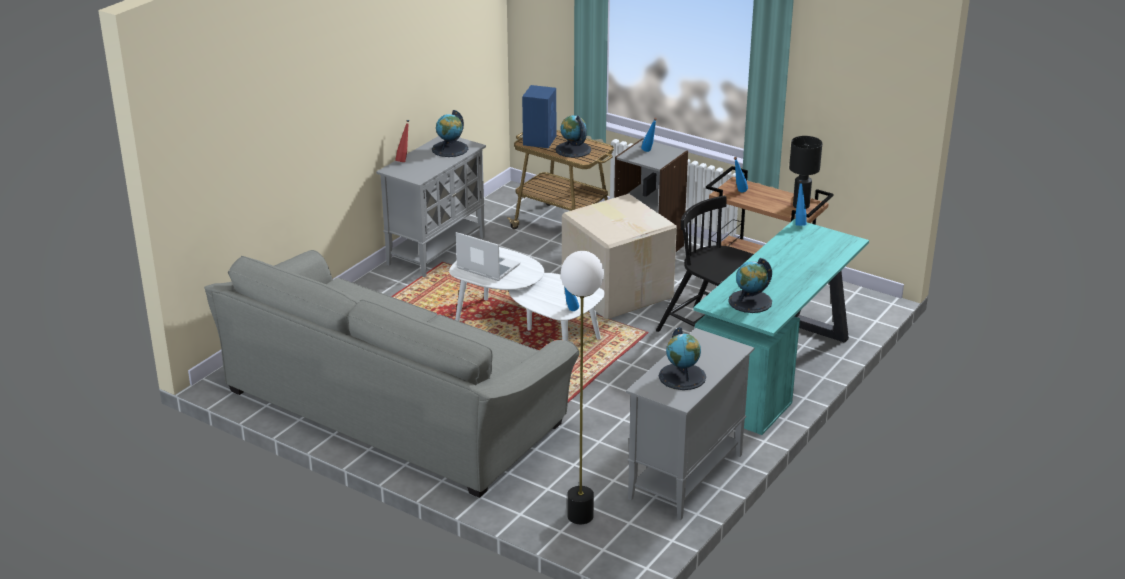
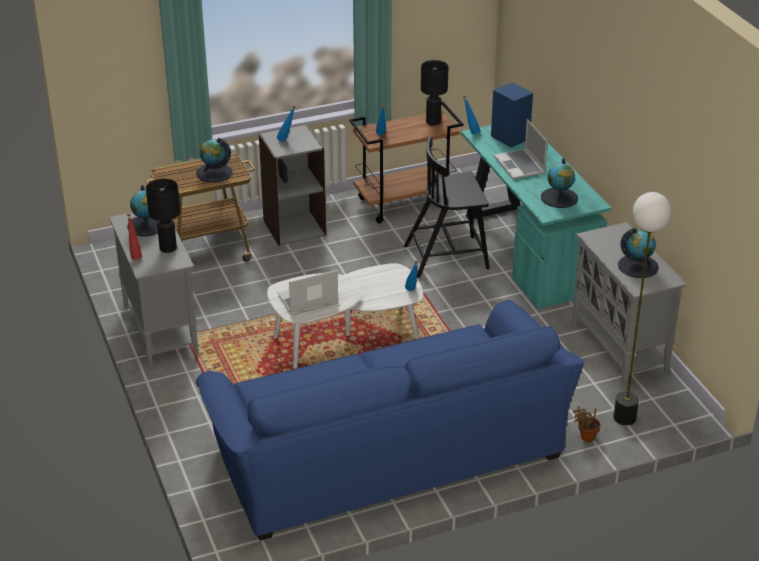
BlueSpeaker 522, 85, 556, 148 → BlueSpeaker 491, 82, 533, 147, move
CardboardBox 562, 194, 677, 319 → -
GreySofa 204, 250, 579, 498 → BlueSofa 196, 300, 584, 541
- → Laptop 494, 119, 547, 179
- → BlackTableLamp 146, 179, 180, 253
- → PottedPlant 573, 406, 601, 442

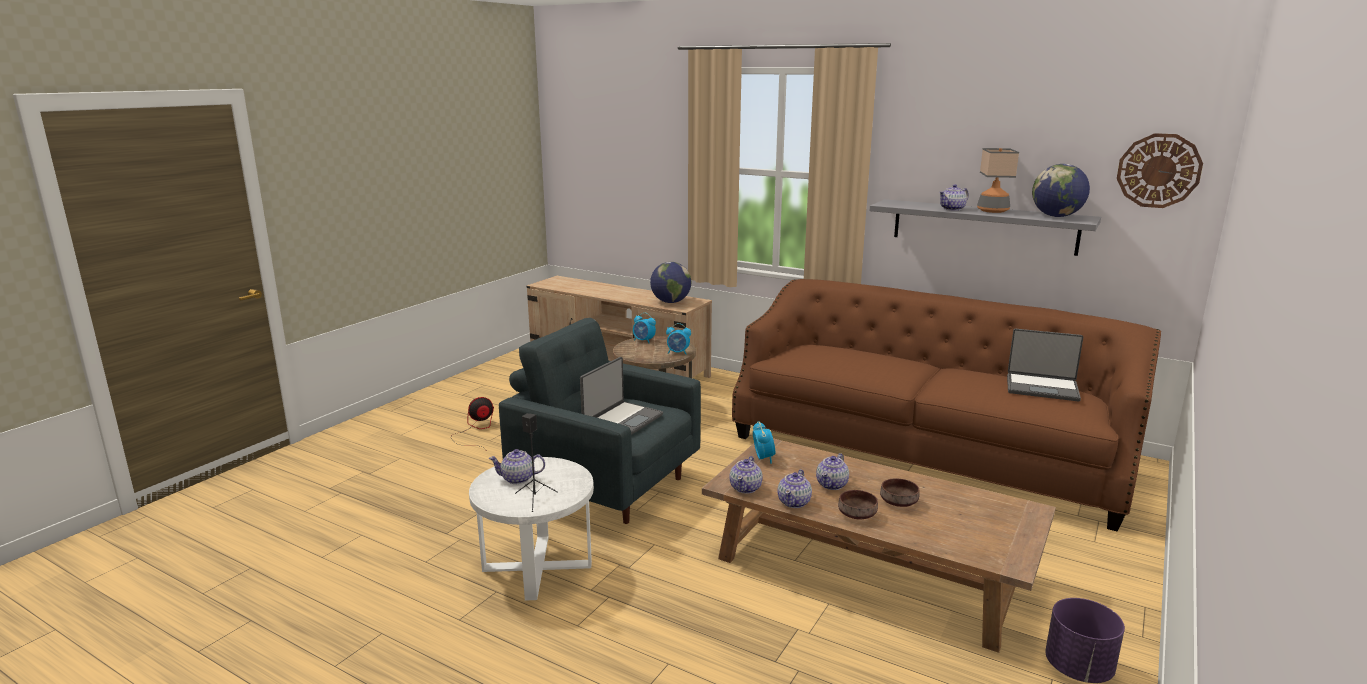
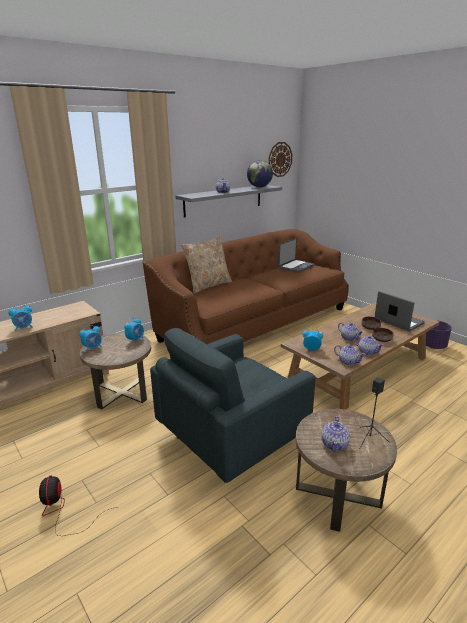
TableLamp 977, 148, 1019, 213 → -
Globe 650, 262, 691, 303 → -
Laptop 580, 357, 663, 435 → Laptop 375, 291, 425, 332, move
WhiteSideTable 469, 457, 594, 600 → BrownSideTable 296, 409, 397, 532
- → BeigePillow 181, 236, 232, 294
- → AlarmClock 8, 304, 33, 331

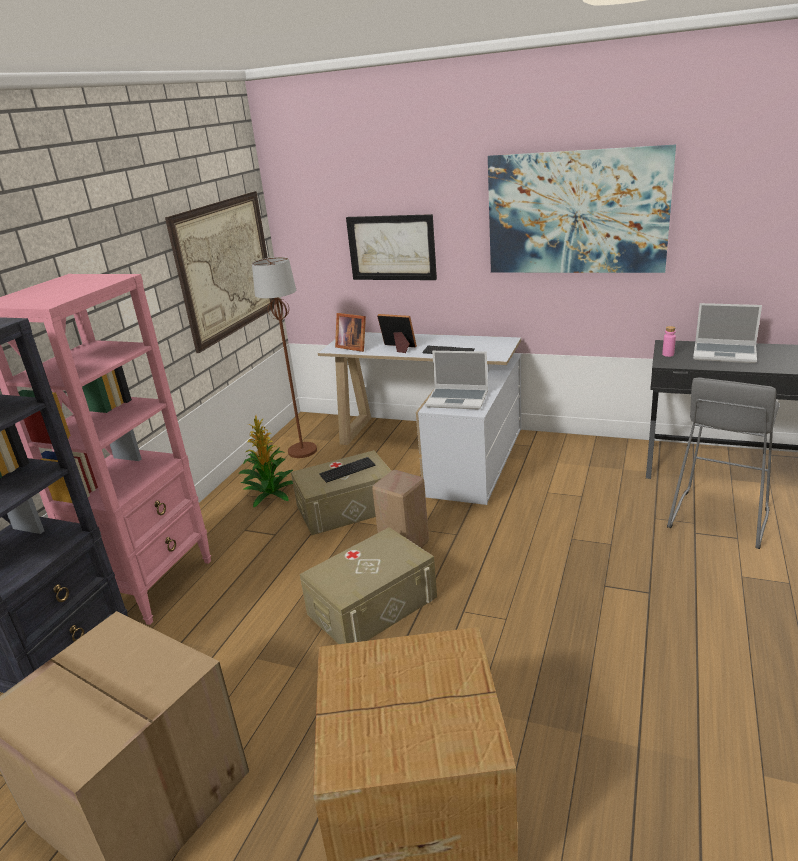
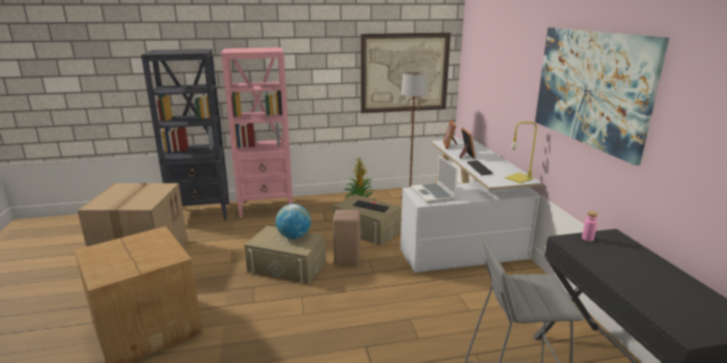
Picture 346, 214, 437, 280 → -
Laptop 693, 303, 762, 363 → -
- → YellowTableLamp 505, 122, 537, 183
- → Globe 276, 204, 311, 239

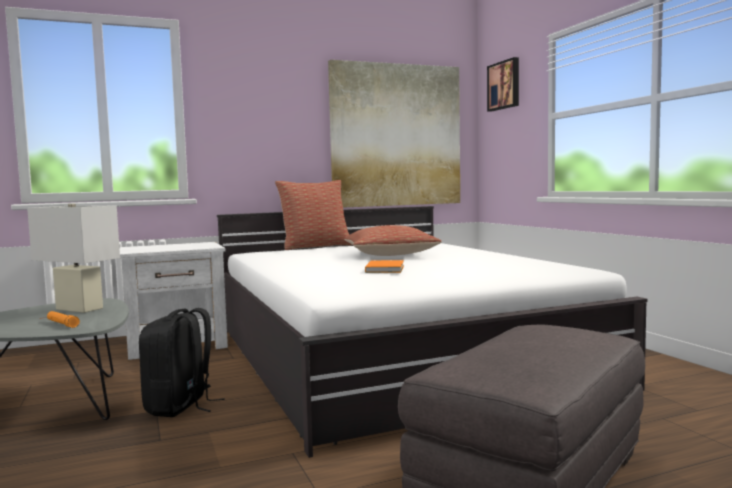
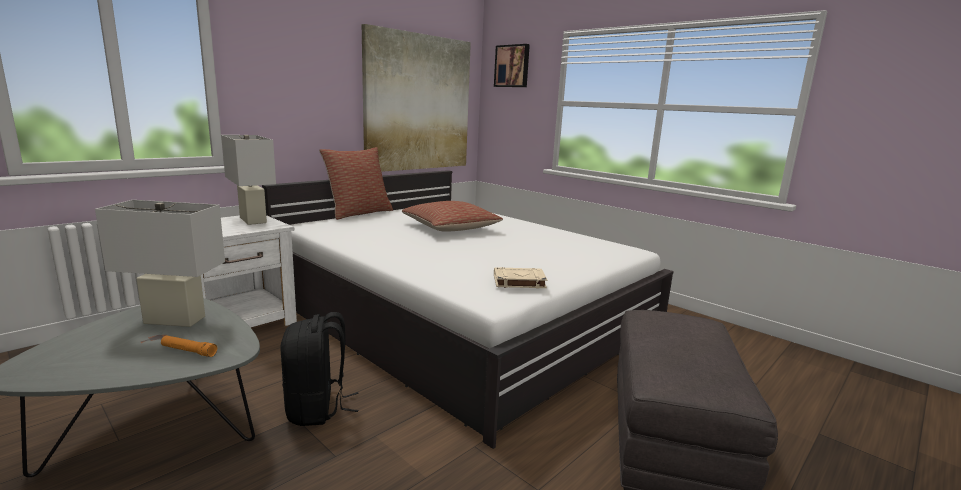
OrangeBook 365, 260, 404, 273 → -
- → WhiteTableLamp 221, 135, 276, 225
- → BeigeBook 494, 267, 547, 289

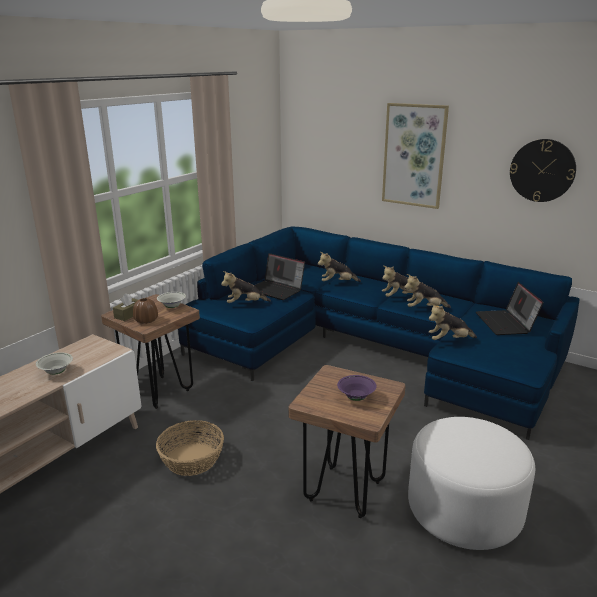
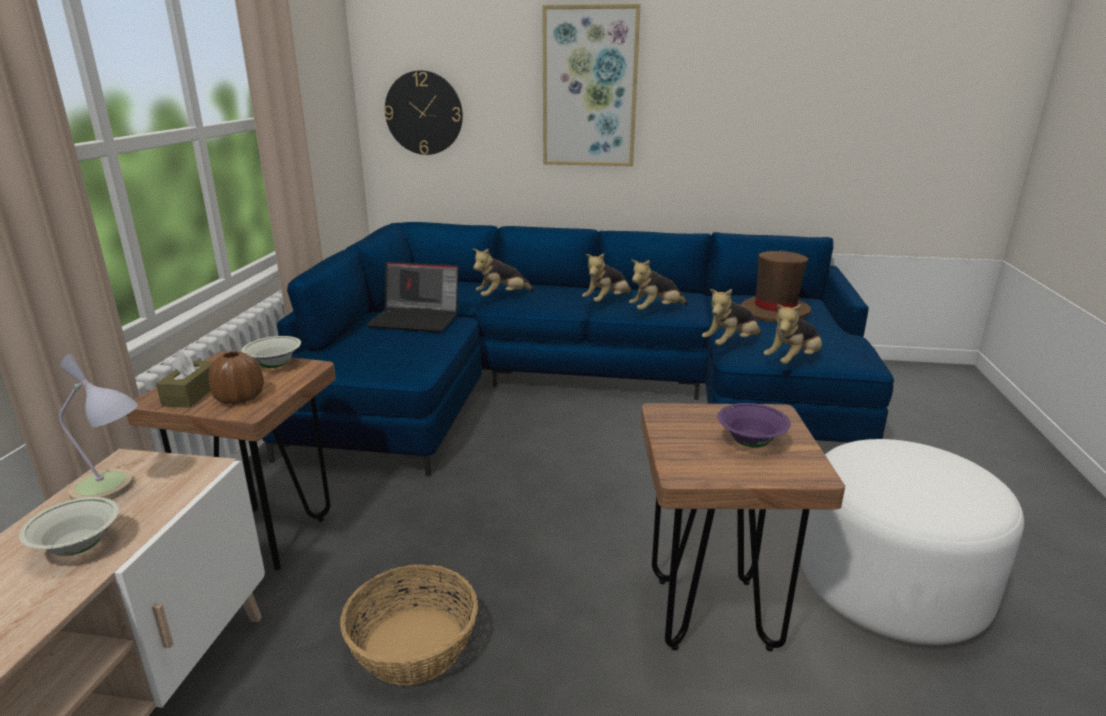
WallClock 510, 139, 576, 202 → WallClock 384, 70, 463, 155, move
PlushToy 221, 271, 271, 303 → PlushToy 764, 304, 822, 364, move
Laptop 476, 282, 544, 335 → BrownHat 741, 251, 811, 322
- → TableLamp 59, 353, 139, 500

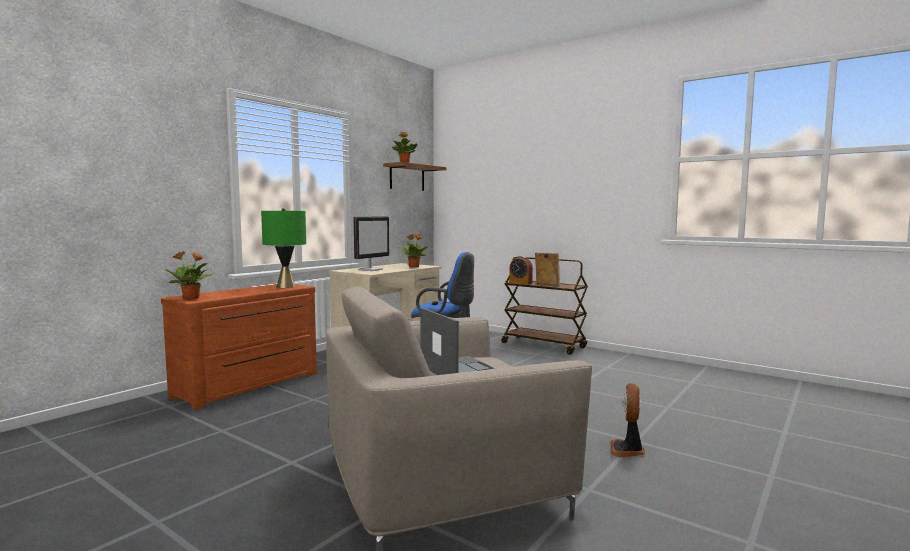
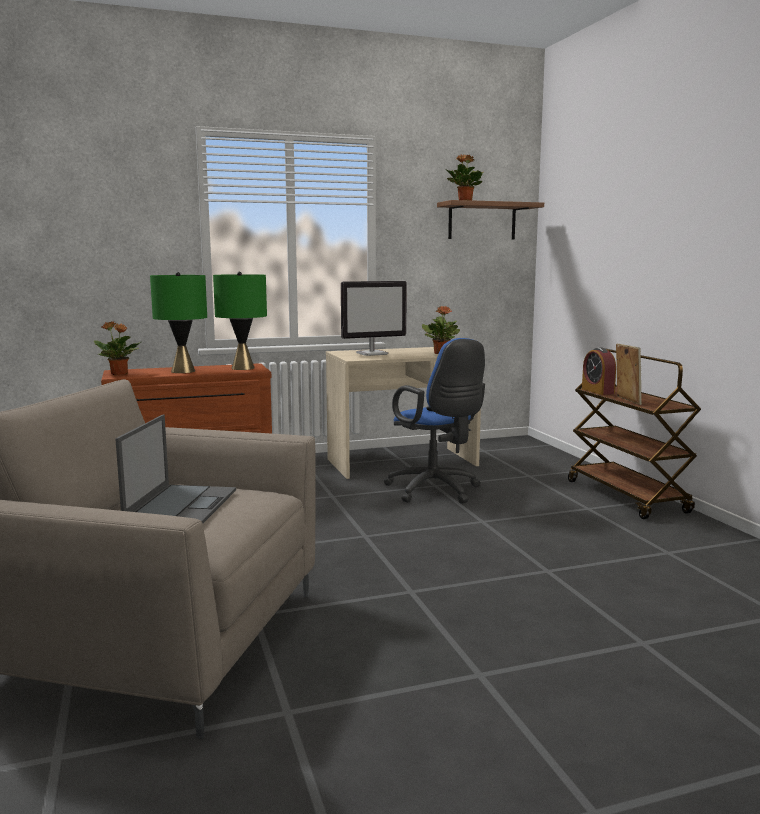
Fan 610, 383, 645, 457 → -
- → GreenTableLamp 150, 272, 207, 373

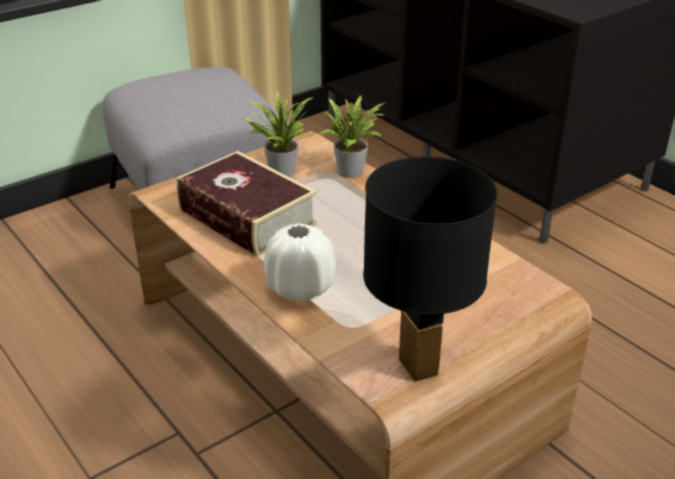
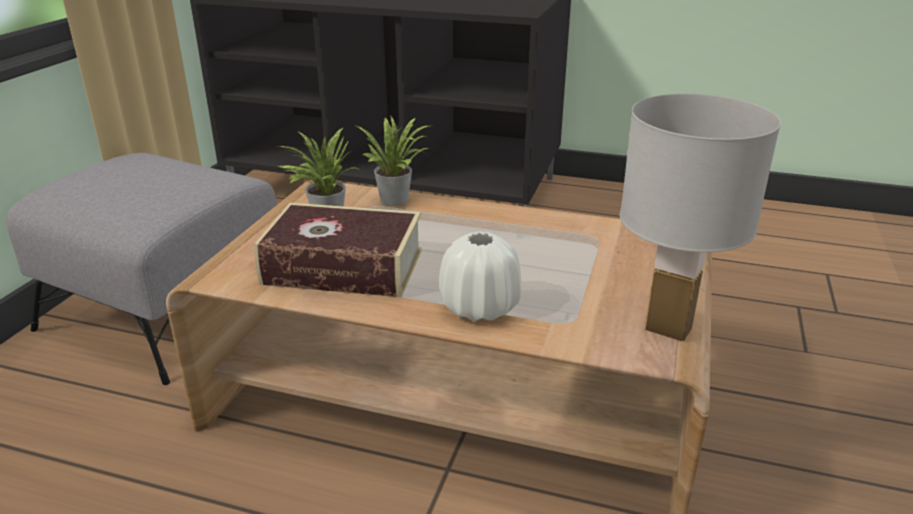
BlackTableLamp 363, 157, 498, 382 → WhiteTableLamp 620, 93, 781, 342

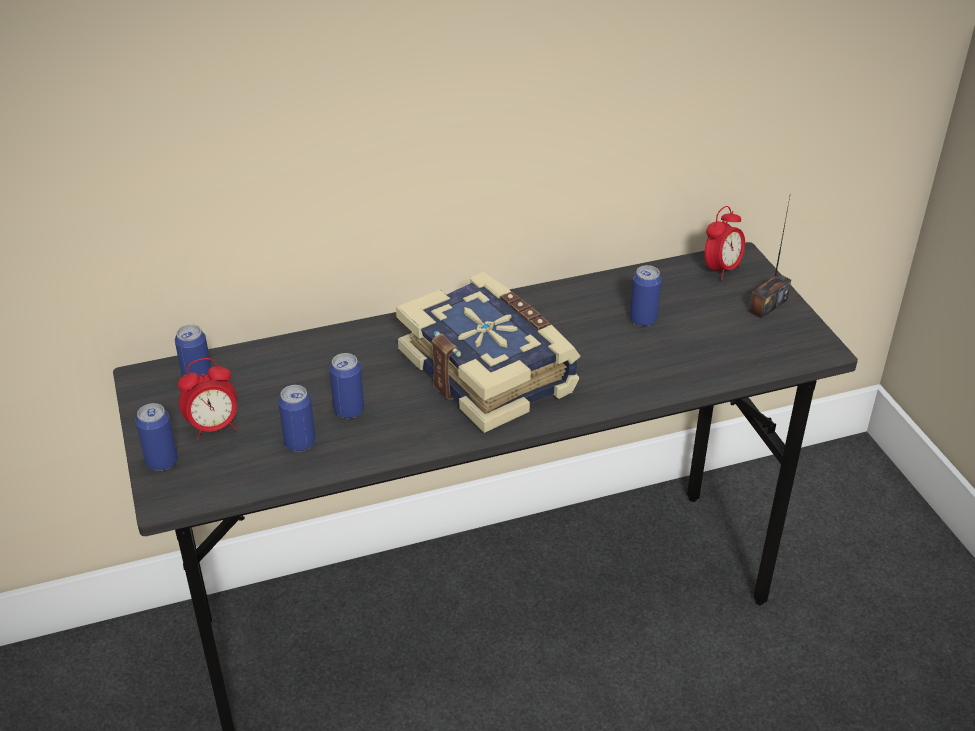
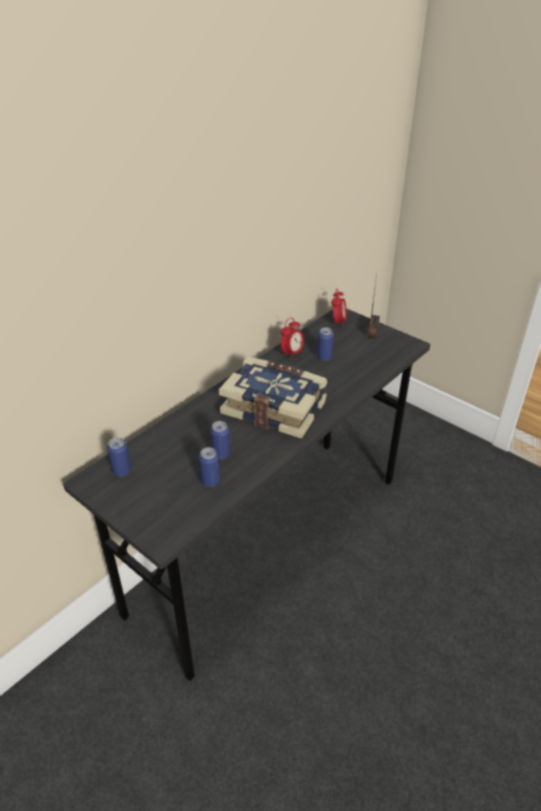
AlarmClock 178, 358, 237, 440 → AlarmClock 280, 318, 304, 360, move
Can 136, 403, 178, 471 → -

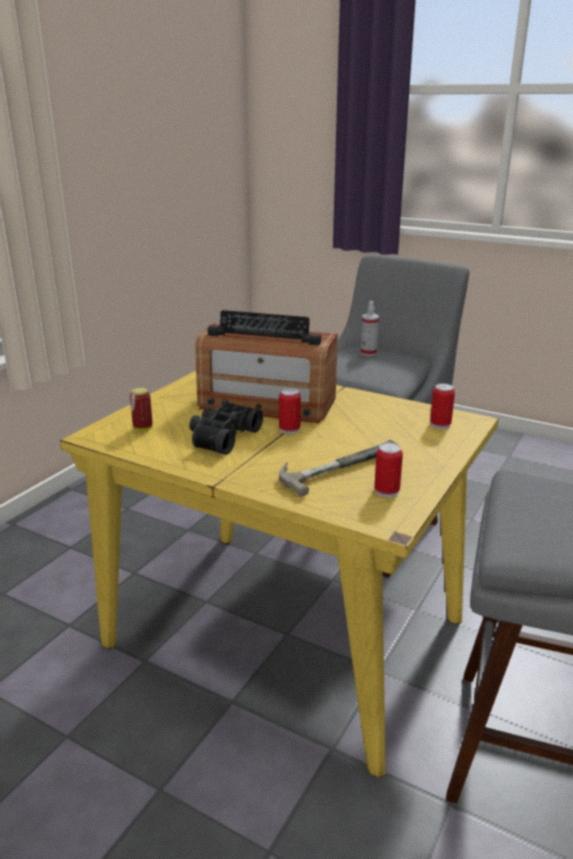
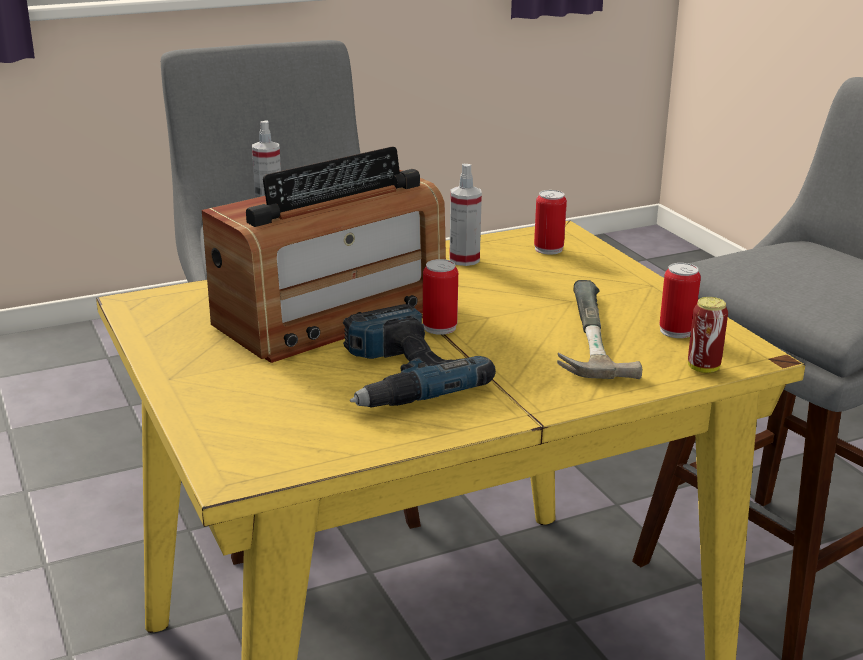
Can 130, 387, 153, 431 → Can 688, 297, 728, 373, move
BlackBinoculars 189, 402, 263, 455 → PowerDrill 343, 304, 496, 407
- → SprayBottle 449, 164, 482, 266

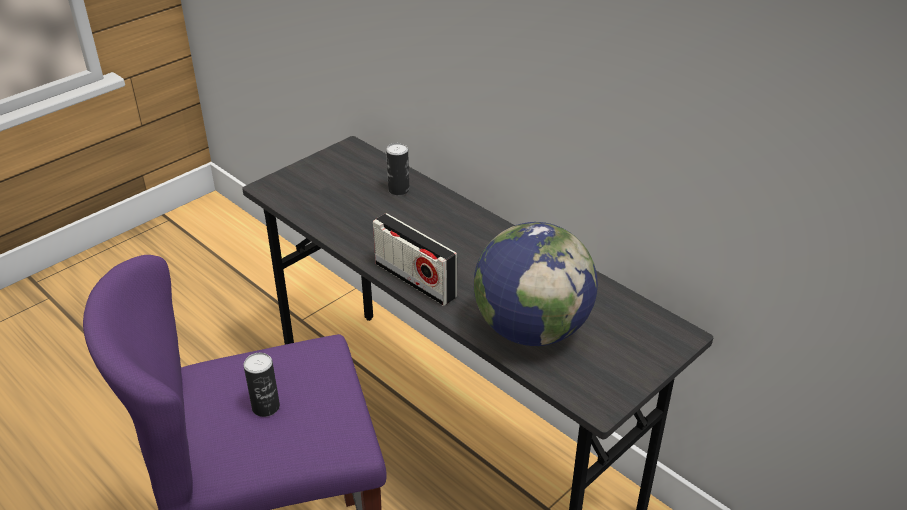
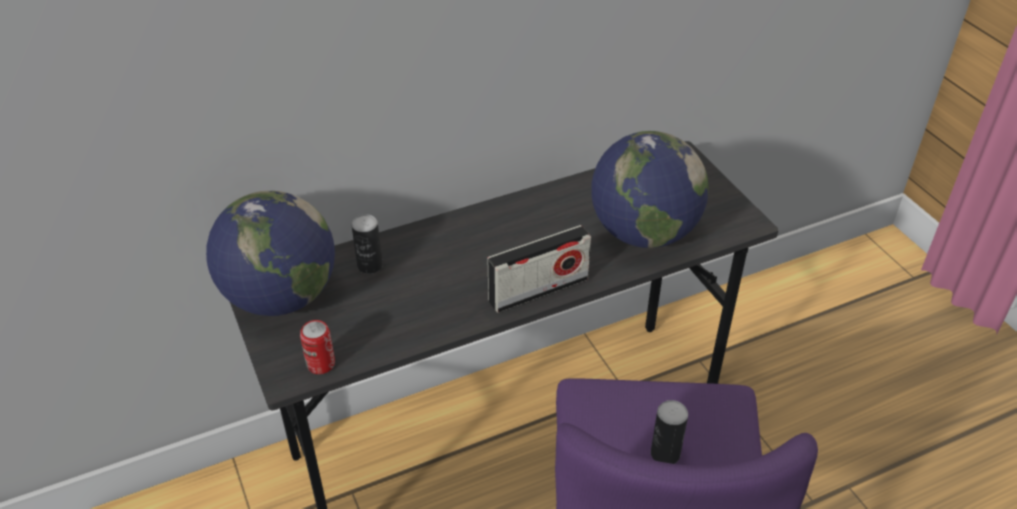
- → Globe 206, 191, 335, 316
- → Can 300, 320, 335, 374

